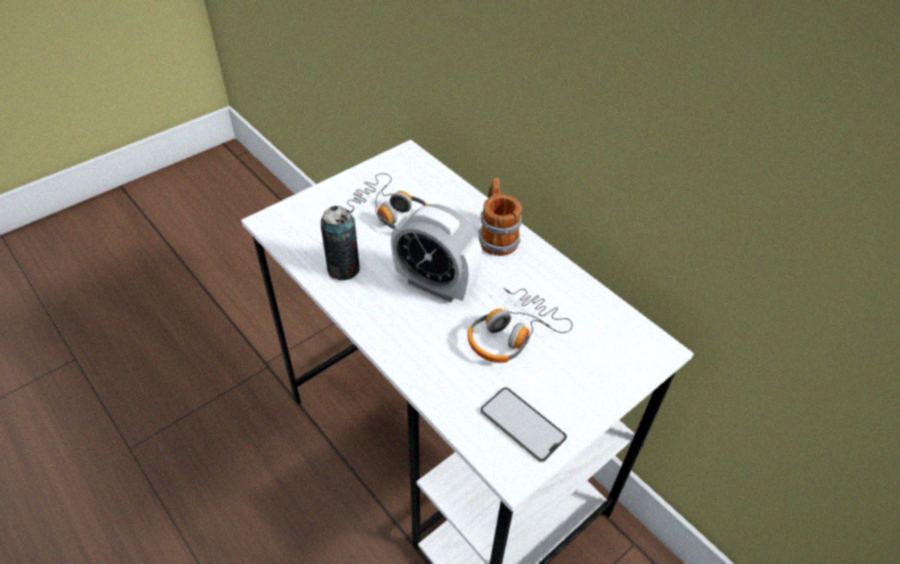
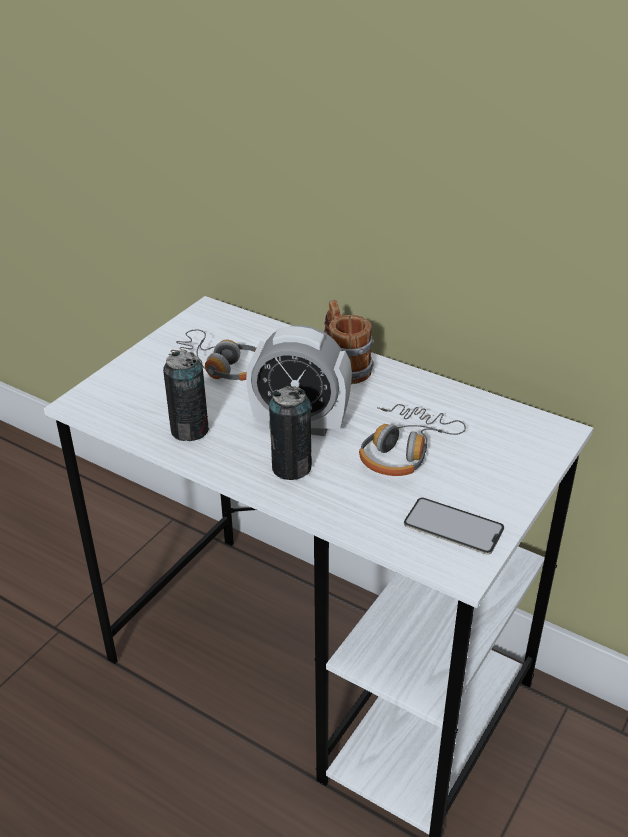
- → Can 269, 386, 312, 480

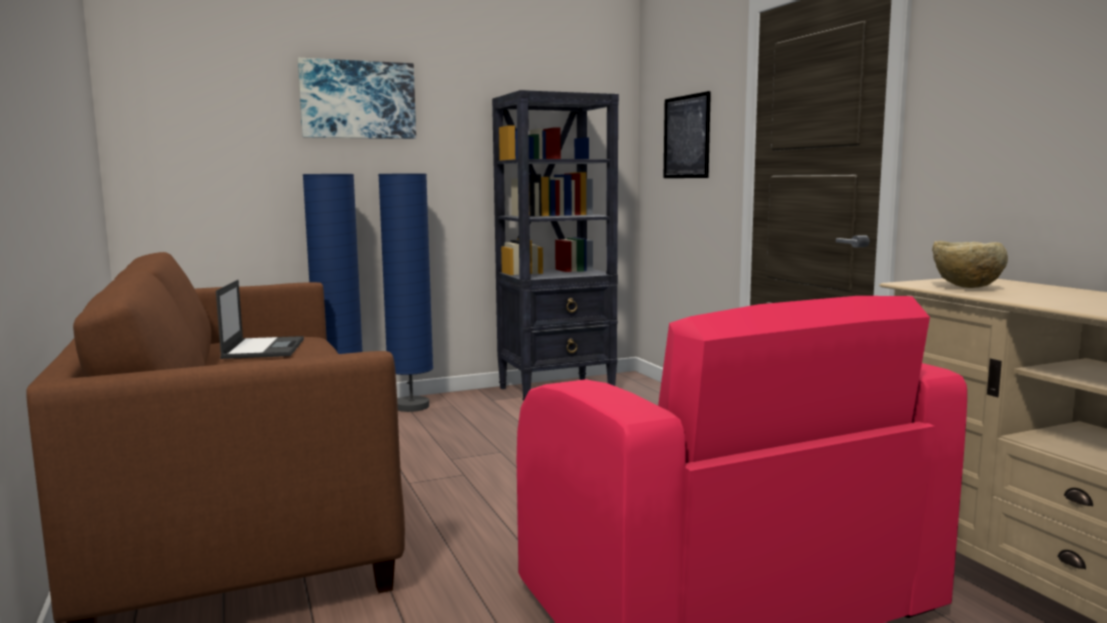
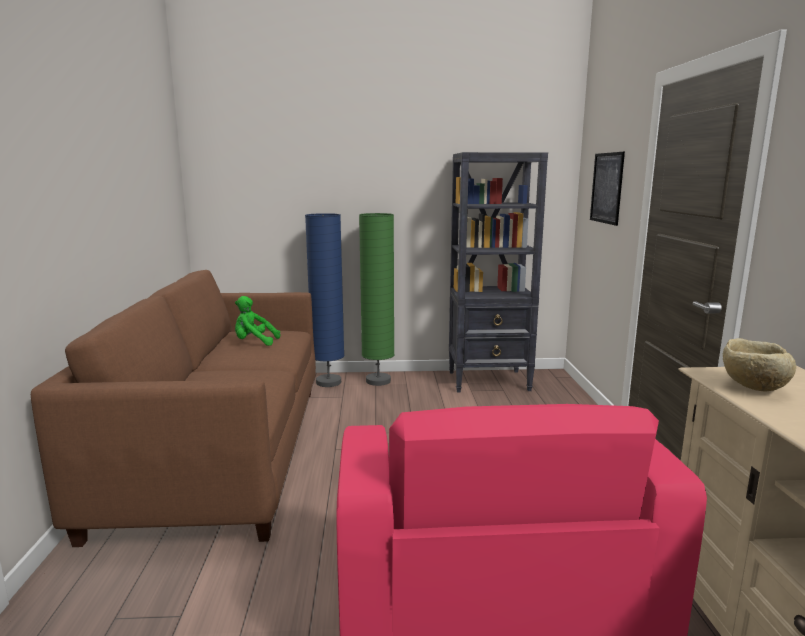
Picture 298, 58, 416, 139 → -
BlueFloorLamp 378, 173, 433, 412 → GreenFloorLamp 359, 213, 394, 386
Laptop 216, 280, 304, 359 → GreenPlushToy 235, 296, 280, 346

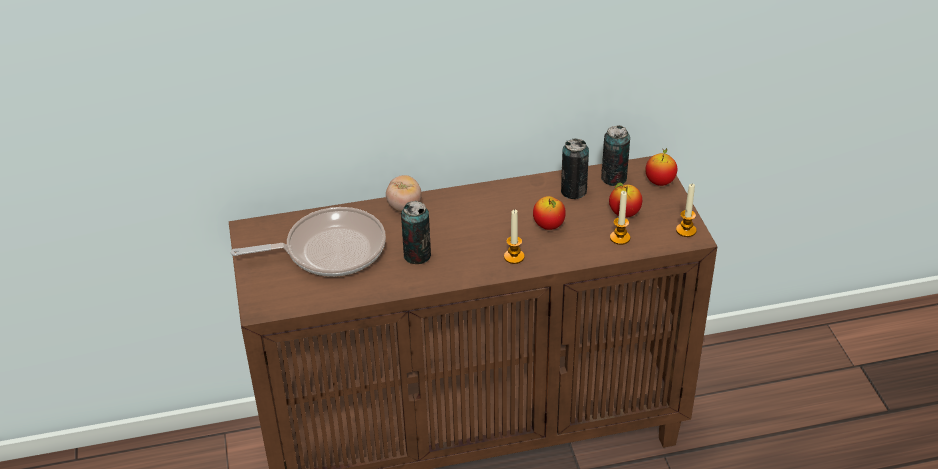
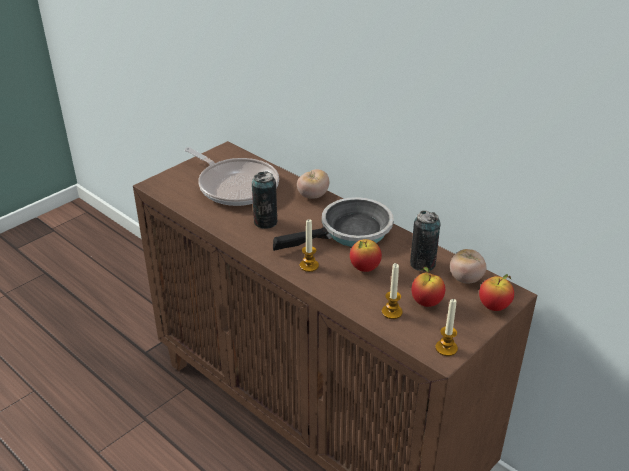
Can 601, 125, 630, 186 → Tomato 450, 249, 486, 284
- → FryingPan 273, 197, 394, 251

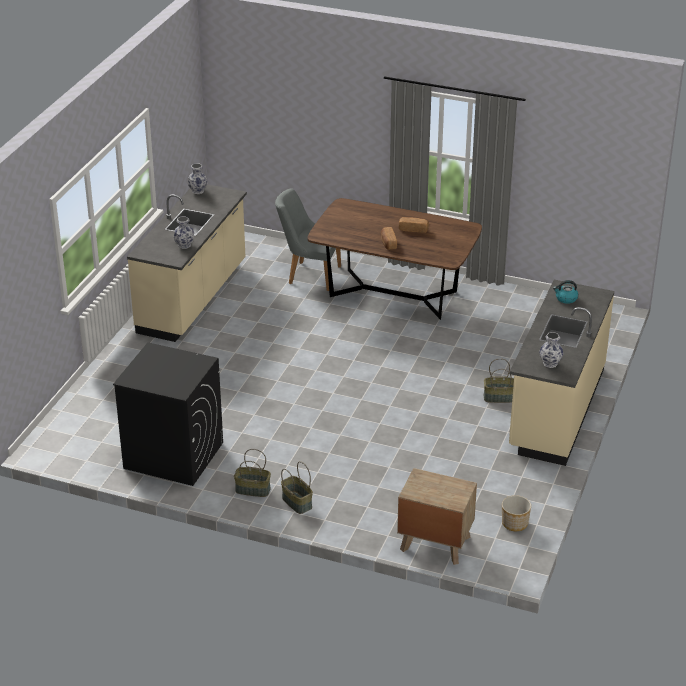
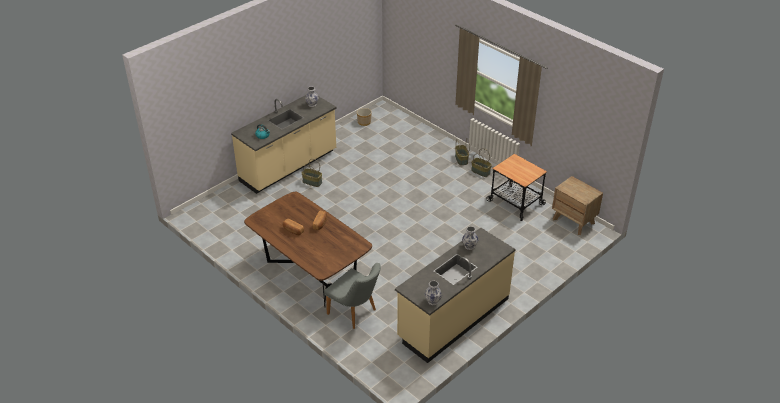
BlackWashingMachine 113, 342, 223, 486 → Cart 486, 154, 547, 221
BrownNightstand 397, 468, 477, 565 → BrownNightstand 552, 176, 603, 235, move

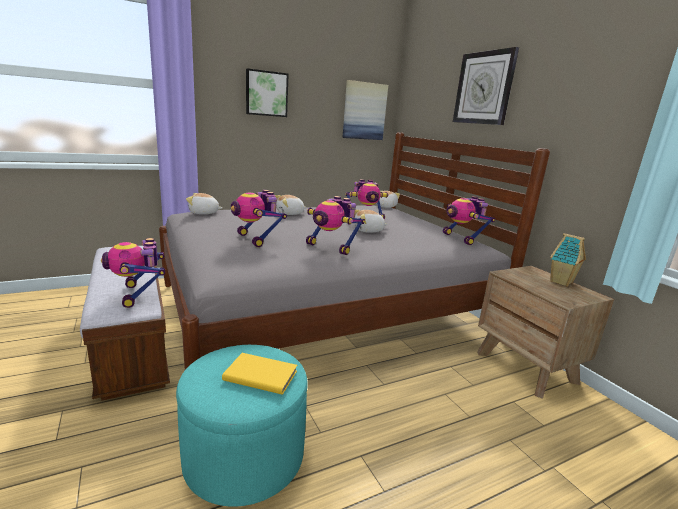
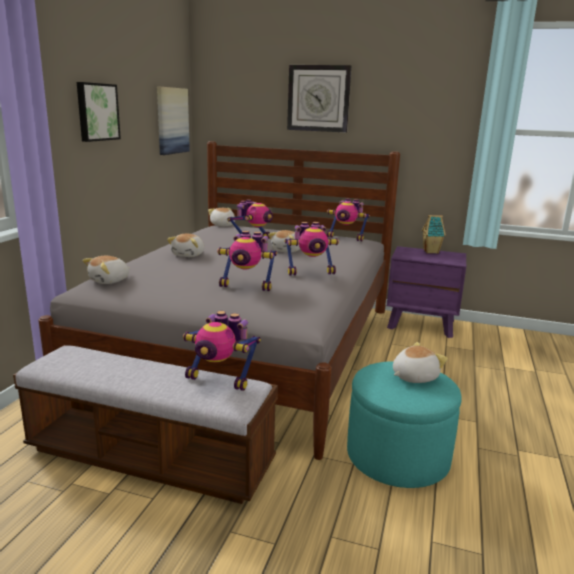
BrownNightstand 477, 266, 614, 399 → PurpleNightstand 387, 246, 466, 338
YellowBook 222, 353, 297, 395 → PlushToy 393, 342, 448, 383

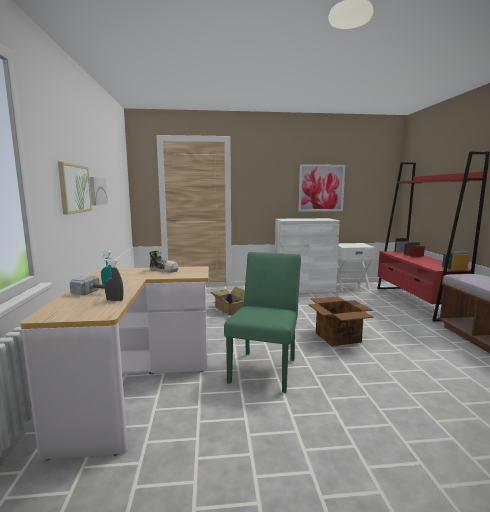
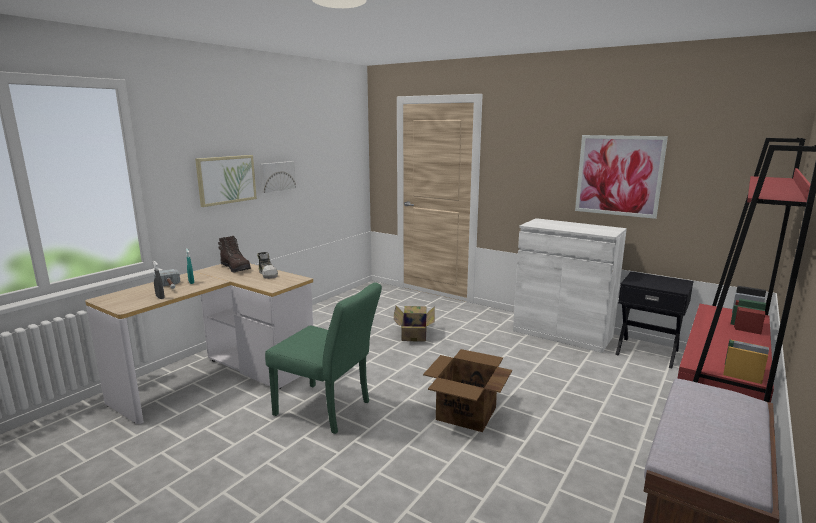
WhiteNightstand 337, 243, 376, 291 → BlackNightstand 615, 271, 694, 368
GreenChair 224, 252, 301, 393 → GreenChair 265, 282, 382, 434, 60 degrees clockwise
- → BrownBoot 218, 236, 251, 273

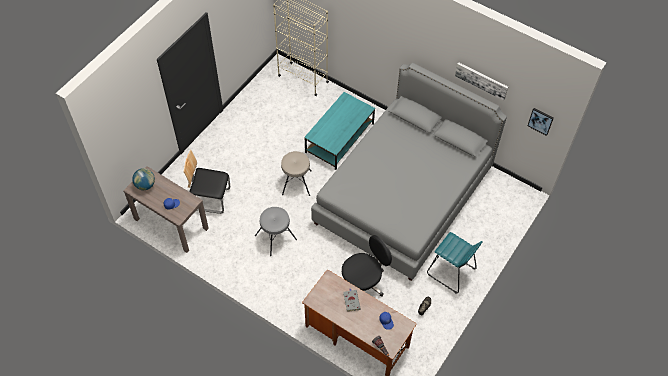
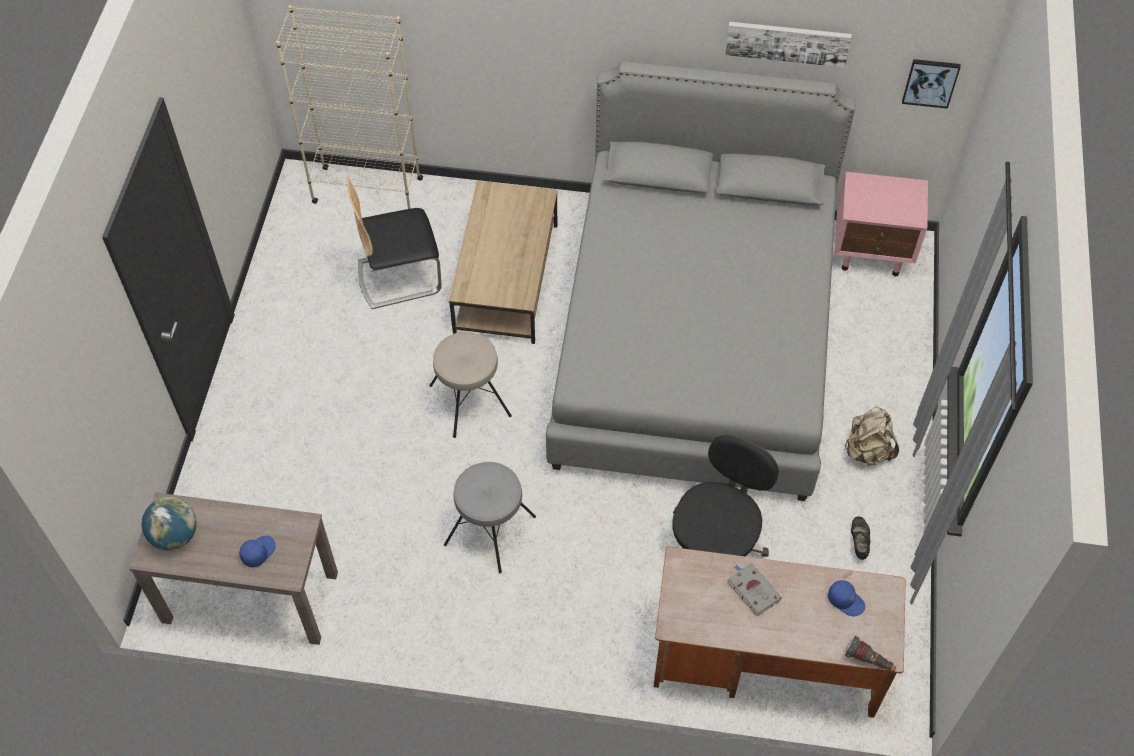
TurquoiseCoffeeTable 304, 92, 375, 170 → BrownCoffeeTable 449, 181, 558, 344
Chair 183, 149, 230, 214 → Chair 346, 176, 442, 309, move
TurquoiseStool 427, 232, 483, 293 → BeigeBackpack 844, 406, 899, 466
- → PinkNightstand 834, 172, 928, 276

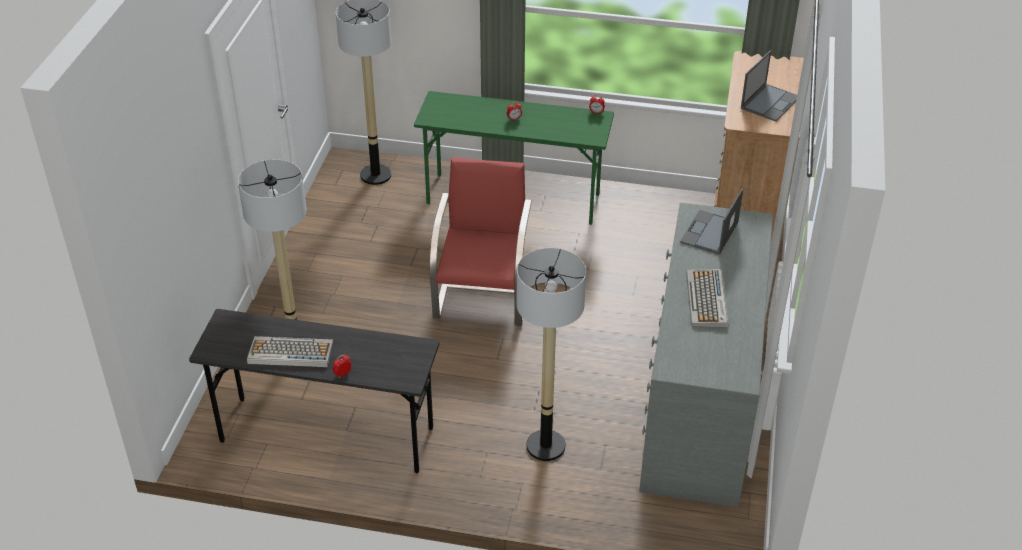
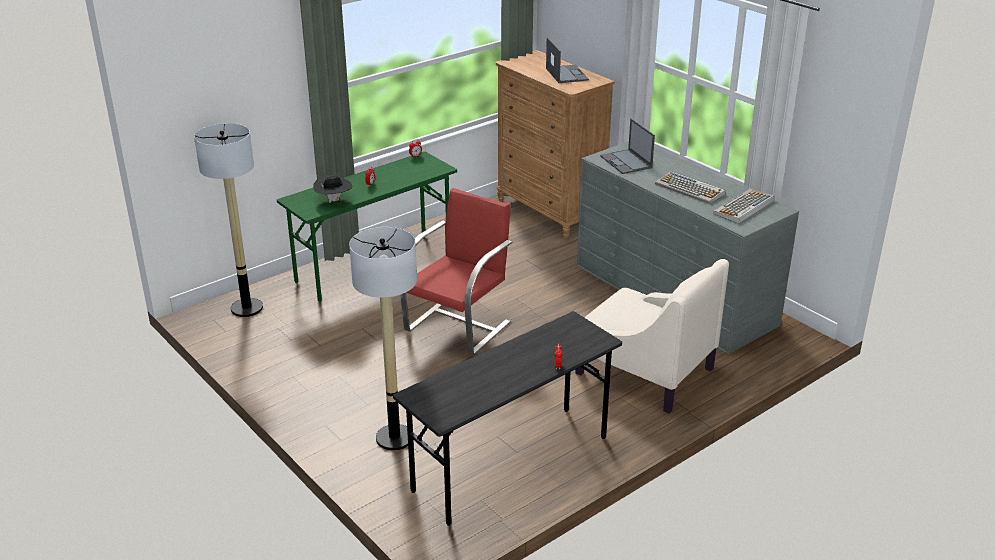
RedArmchair 429, 157, 532, 326 → RedArmchair 400, 188, 512, 355, 75 degrees clockwise
FloorLamp 517, 248, 586, 461 → BeigeArmchair 575, 259, 729, 413
Keyboard 247, 336, 333, 367 → Keyboard 713, 189, 775, 223, move
- → BlackHat 313, 175, 353, 203

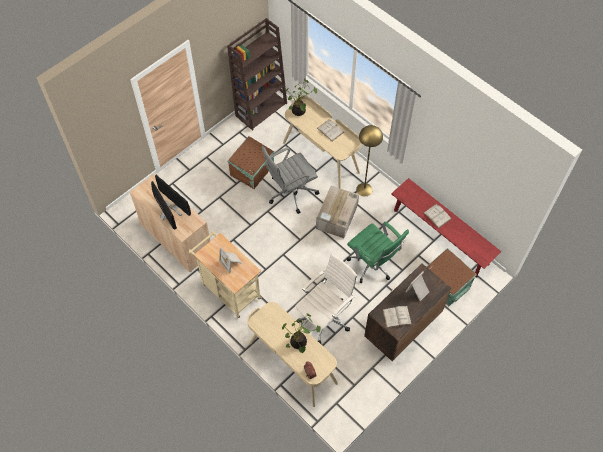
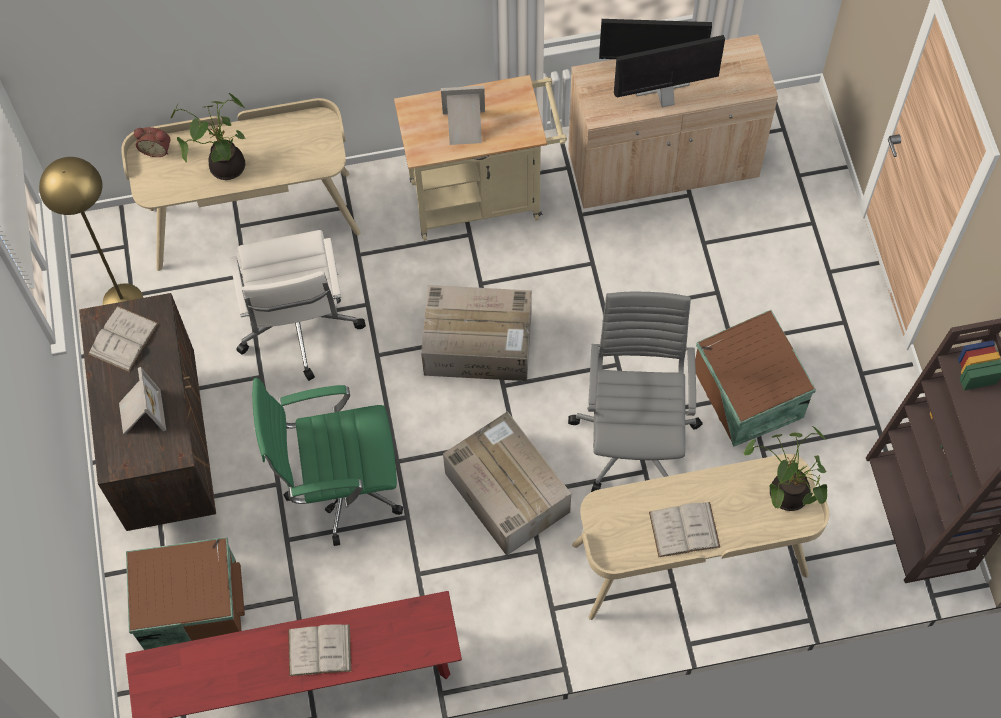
YellowFloorLamp 356, 125, 383, 197 → YellowFloorLamp 39, 157, 143, 305, move
- → CardboardBox 421, 285, 532, 381

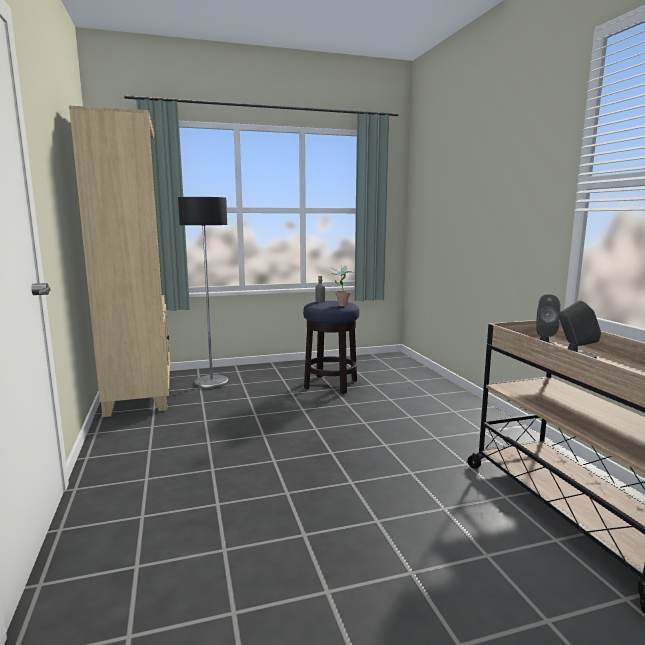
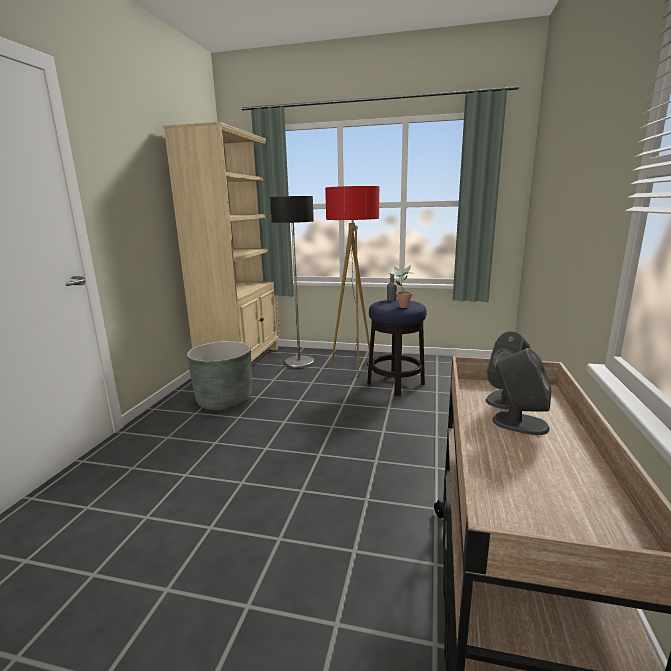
- → FloorLamp 325, 186, 379, 376
- → GreyPlanter 187, 341, 252, 411

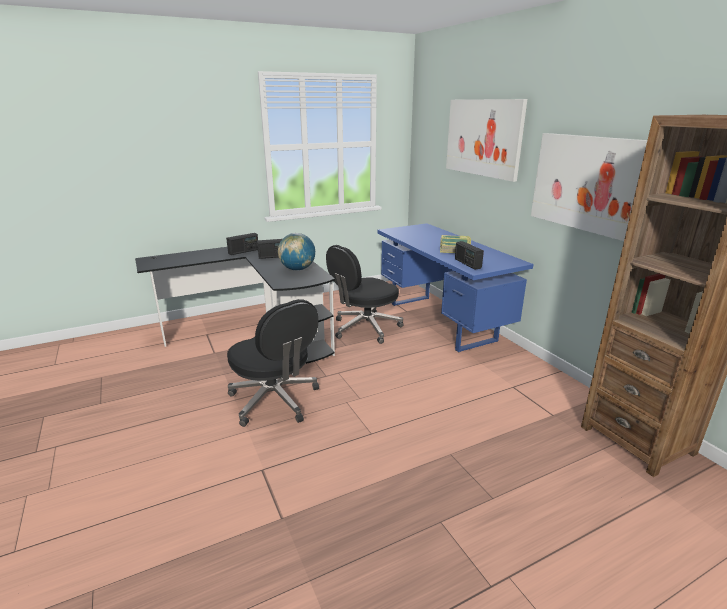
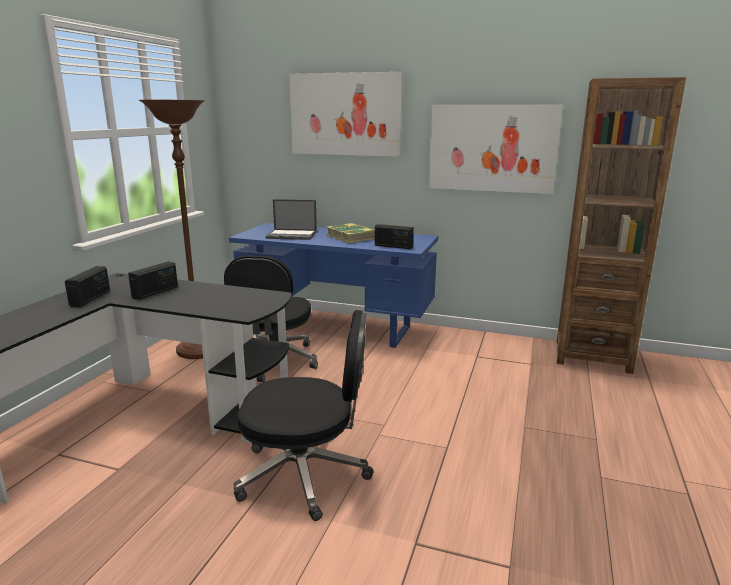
Globe 278, 233, 315, 271 → -
- → BrownFloorLamp 139, 100, 205, 359
- → Laptop 265, 199, 317, 240

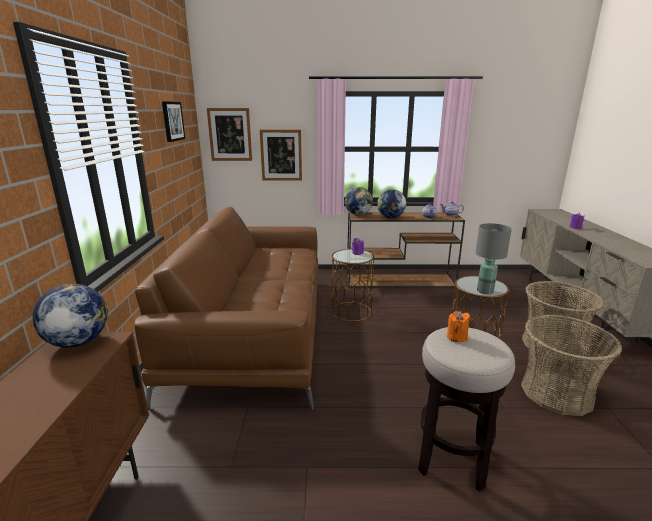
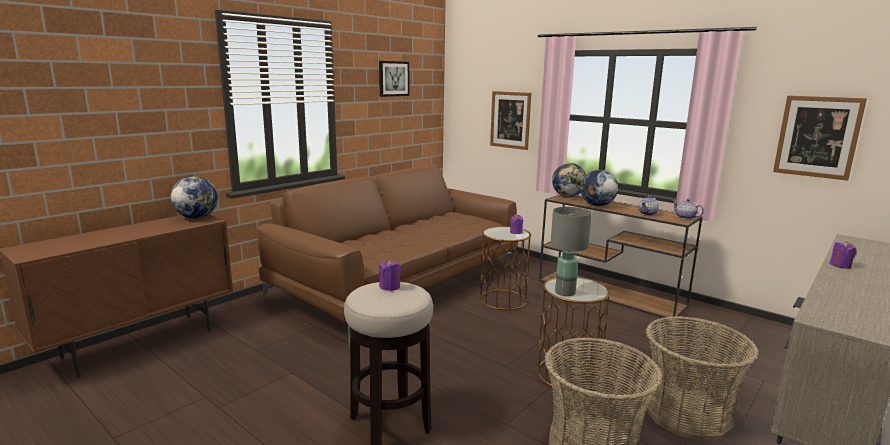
Picture 207, 108, 252, 161 → Picture 773, 95, 867, 181, move
OrangeCandle 447, 311, 470, 343 → PurpleCandle 379, 260, 401, 291

